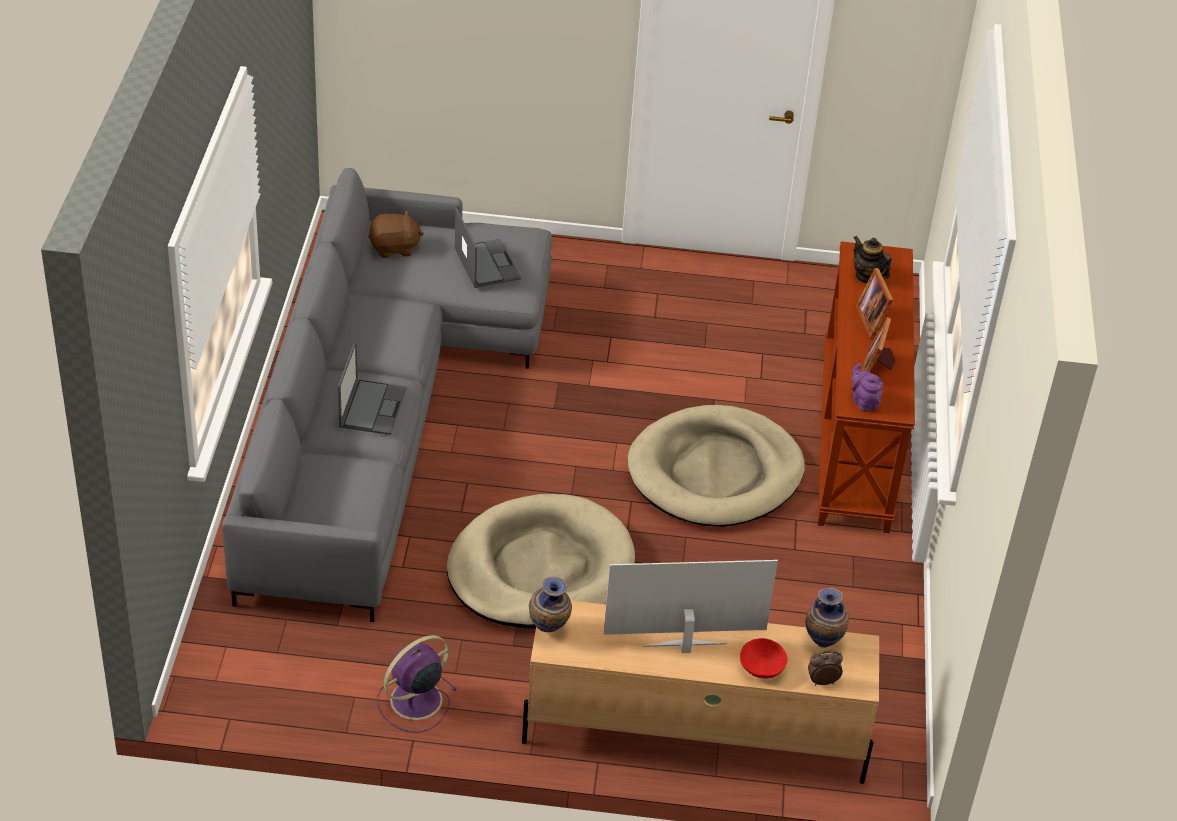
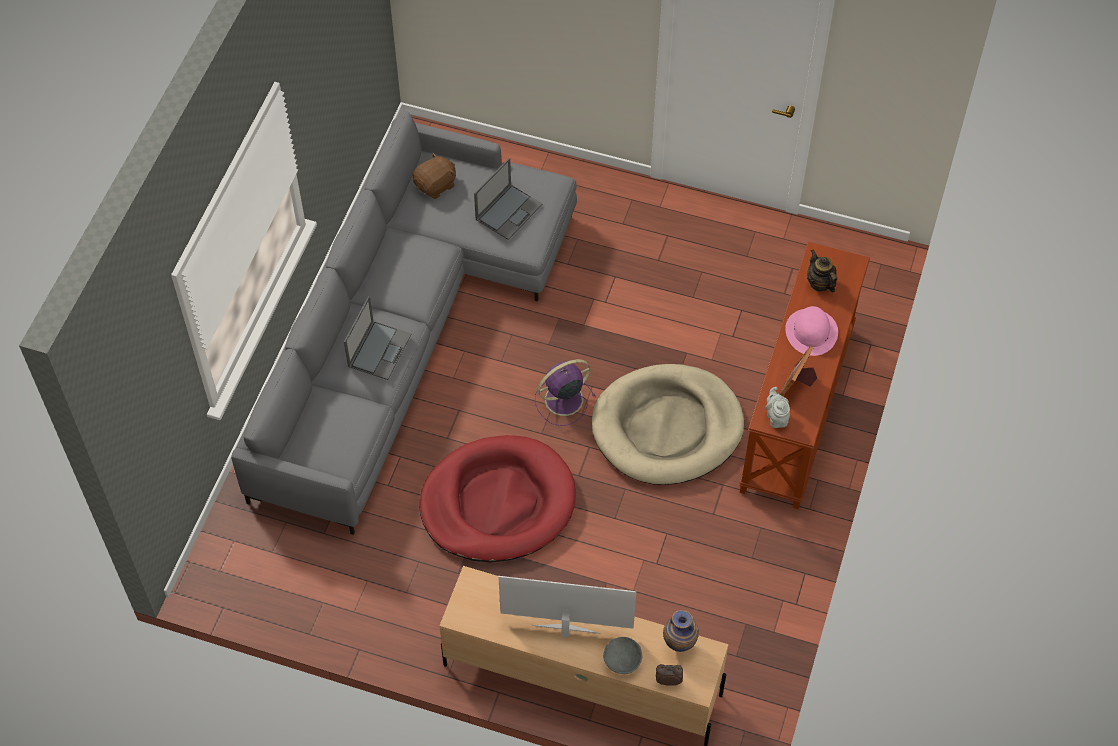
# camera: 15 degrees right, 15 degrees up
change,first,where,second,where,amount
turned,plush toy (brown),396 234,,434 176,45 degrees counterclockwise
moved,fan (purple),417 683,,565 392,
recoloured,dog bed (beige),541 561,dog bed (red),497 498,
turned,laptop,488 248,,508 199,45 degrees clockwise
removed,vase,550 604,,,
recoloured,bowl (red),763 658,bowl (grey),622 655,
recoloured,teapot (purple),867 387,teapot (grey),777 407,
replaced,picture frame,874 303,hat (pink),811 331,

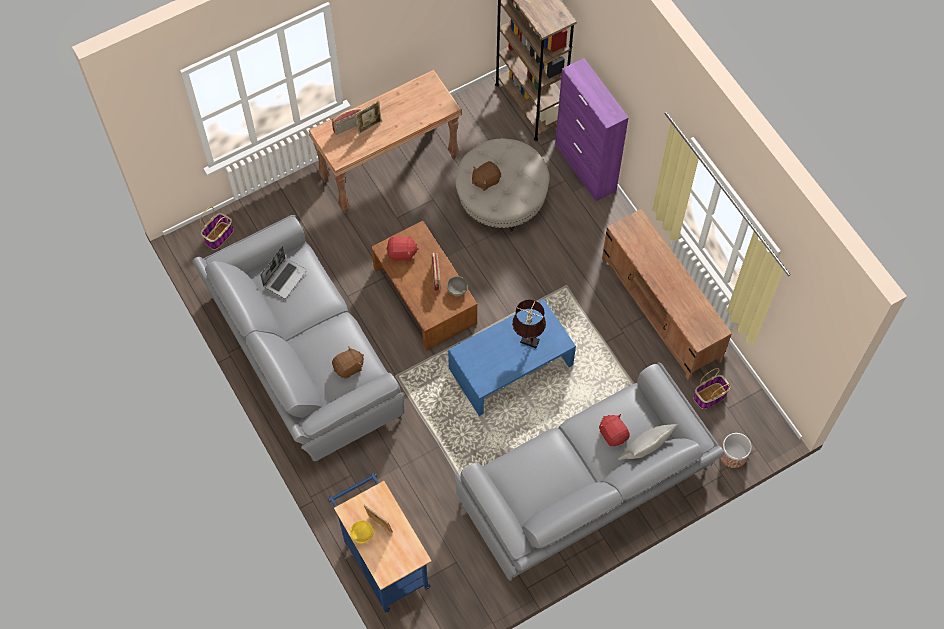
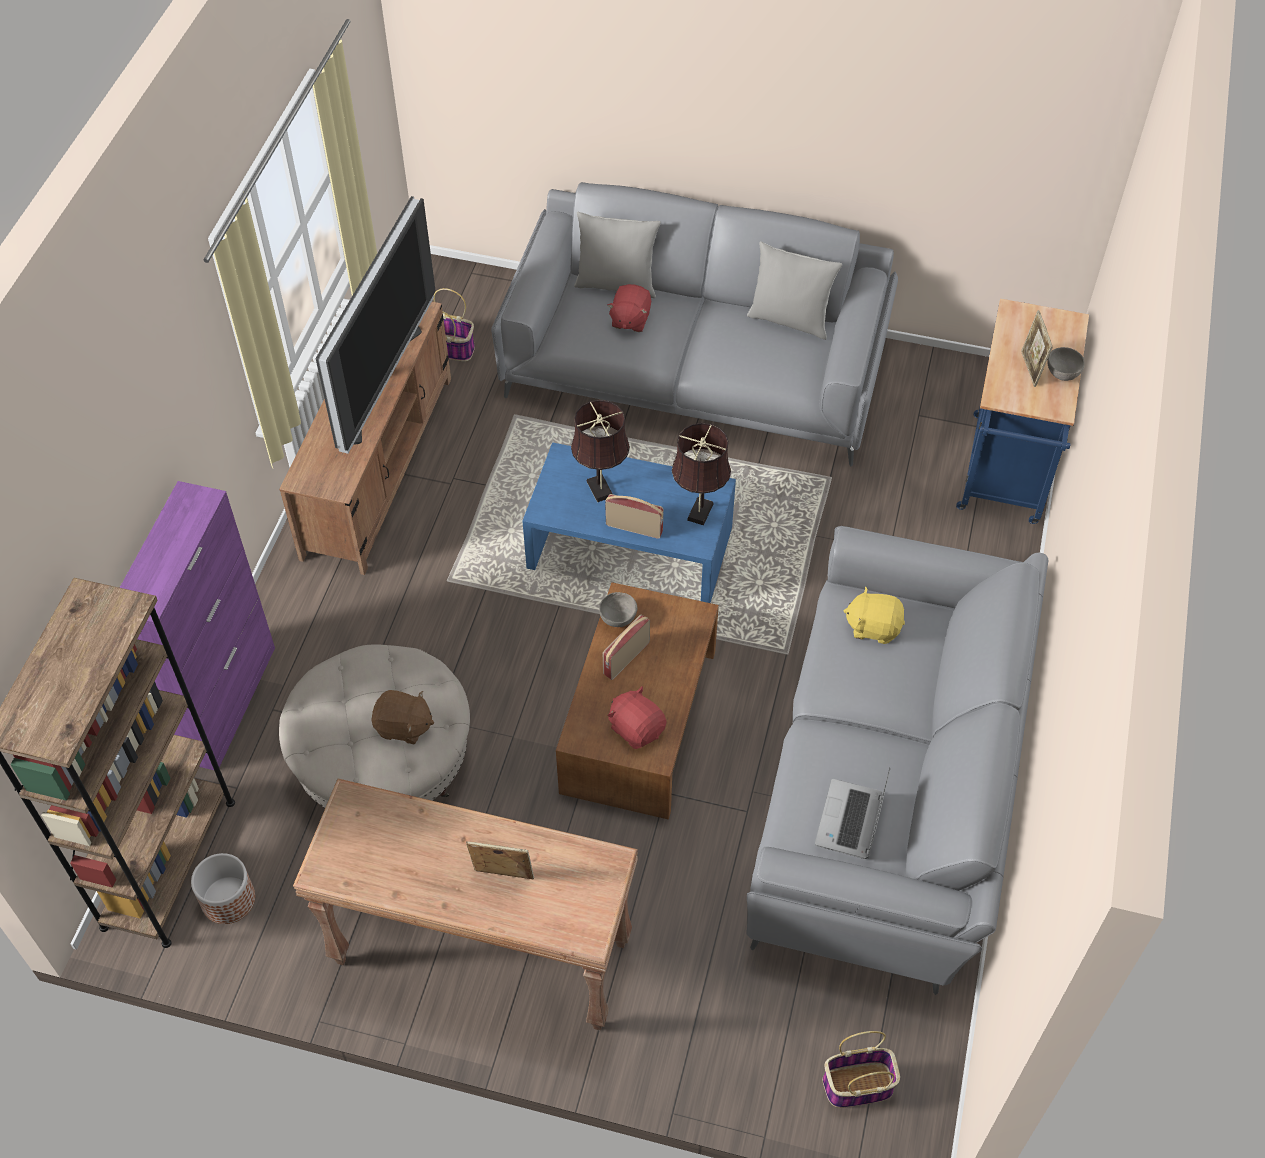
# camera: 135 degrees left, 10 degrees down
change,first,where,second,where,amount
turned,laptop,283 272,,852 813,60 degrees counterclockwise
moved,radio,347 121,,634 516,
recoloured,plush toy (brown),348 362,plush toy (yellow),874 615,
recoloured,bowl (yellow),362 532,bowl (grey),1066 364,
moved,planter,736 450,,223 888,
added,,,television,376 325,
added,,,table lamp (brown),701 474,
added,,,pillow (grey),794 290,

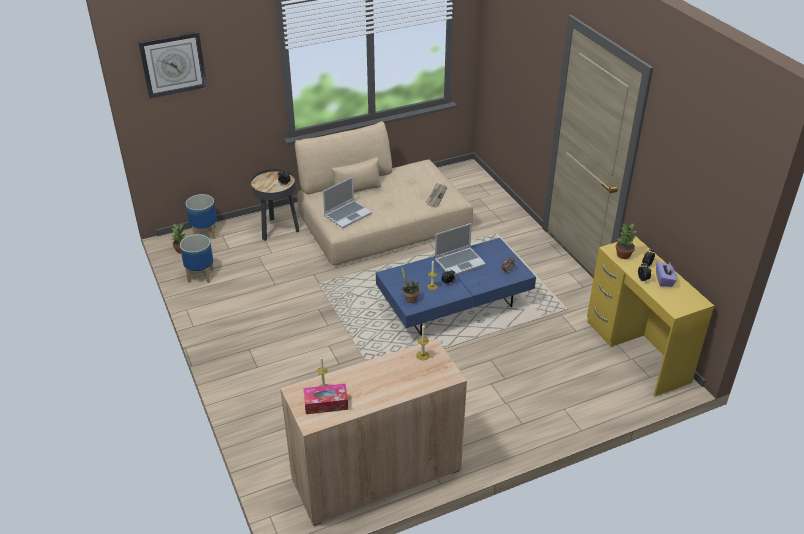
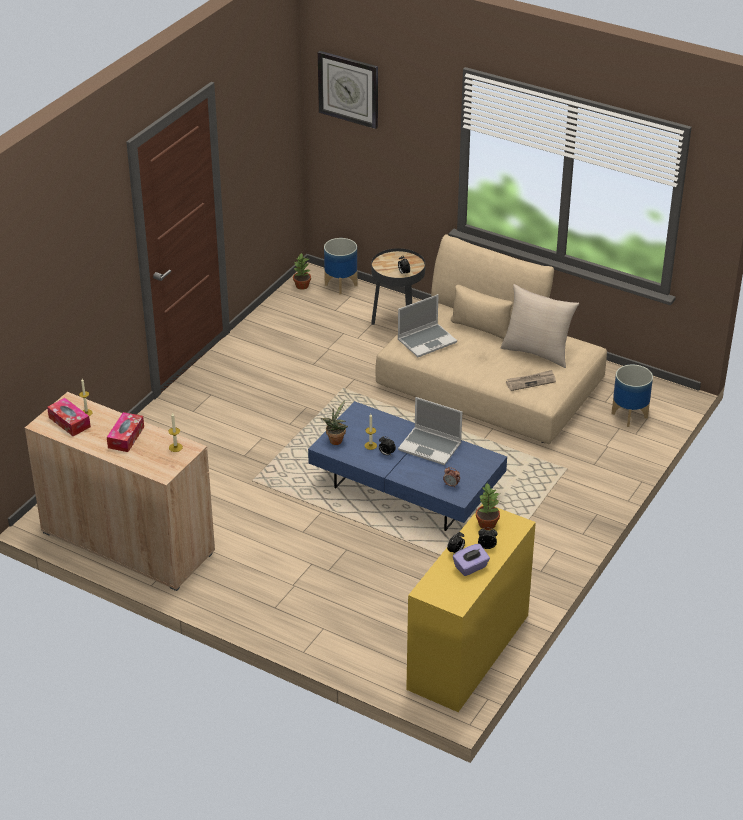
# camera: 55 degrees right, 0 degrees up
change,first,where,second,where,amount
moved,planter,197 258,,632 396,
turned,laptop,347 202,,427 325,45 degrees counterclockwise
added,,,tissue box,125 432,
added,,,pillow (beige),539 326,

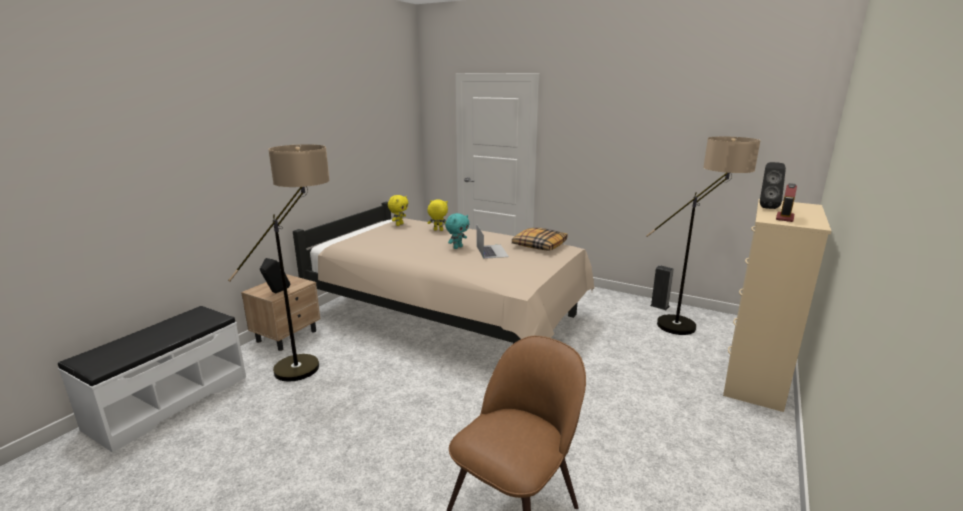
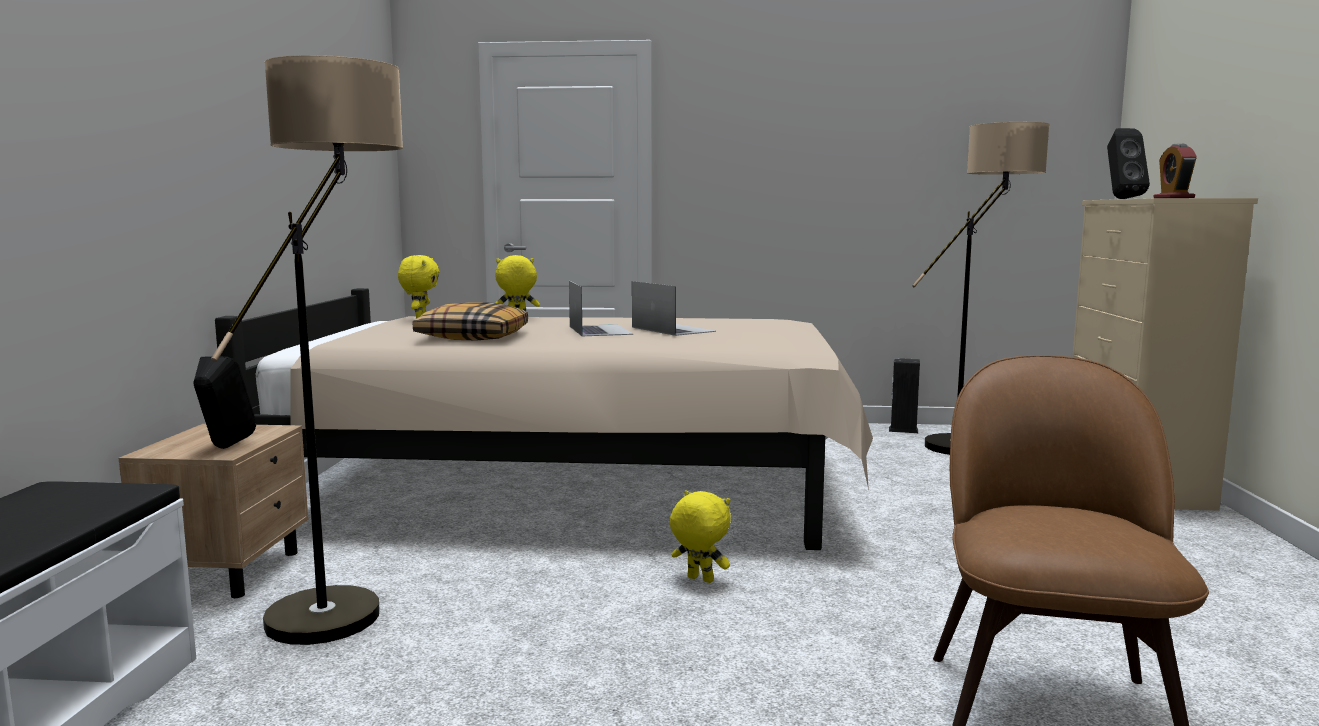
# camera: 25 degrees left, 10 degrees down
change,first,where,second,where,amount
replaced,plush toy (turquoise),457 231,laptop,601 308,
moved,pillow,539 239,,470 321,
added,,,plush toy (yellow),700 536,

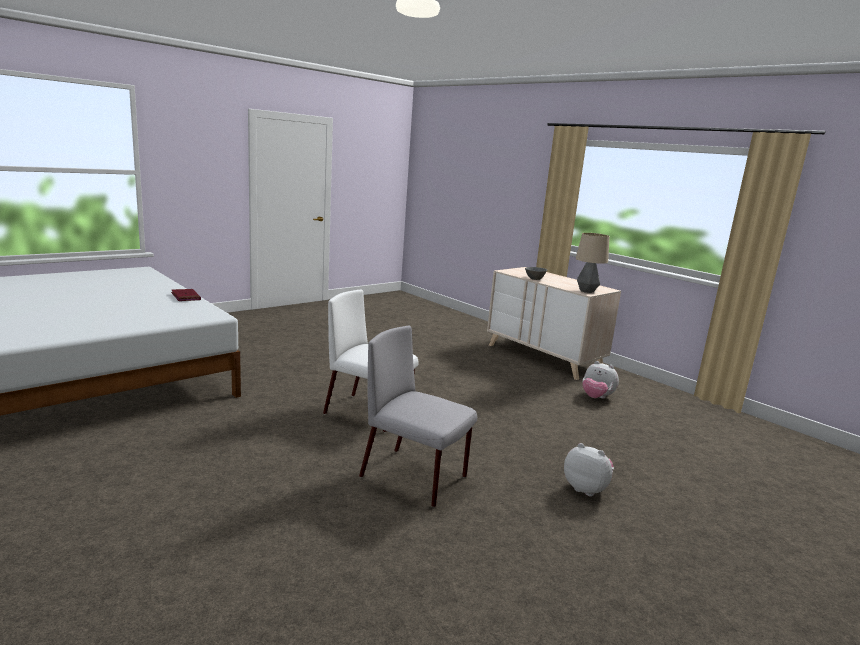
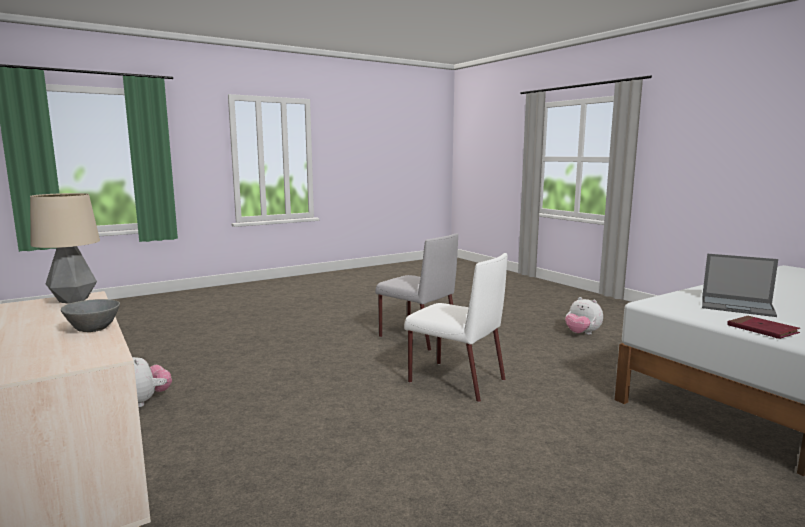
# camera: 170 degrees left, 5 degrees down
change,first,where,second,where,amount
moved,plush toy,589 469,,584 316,
added,,,laptop,740 285,

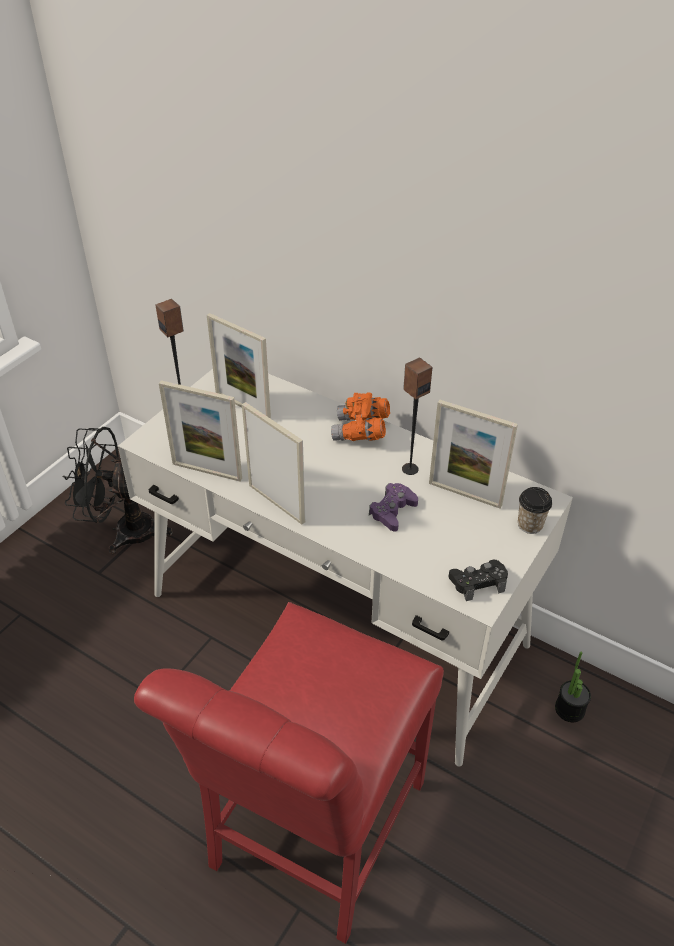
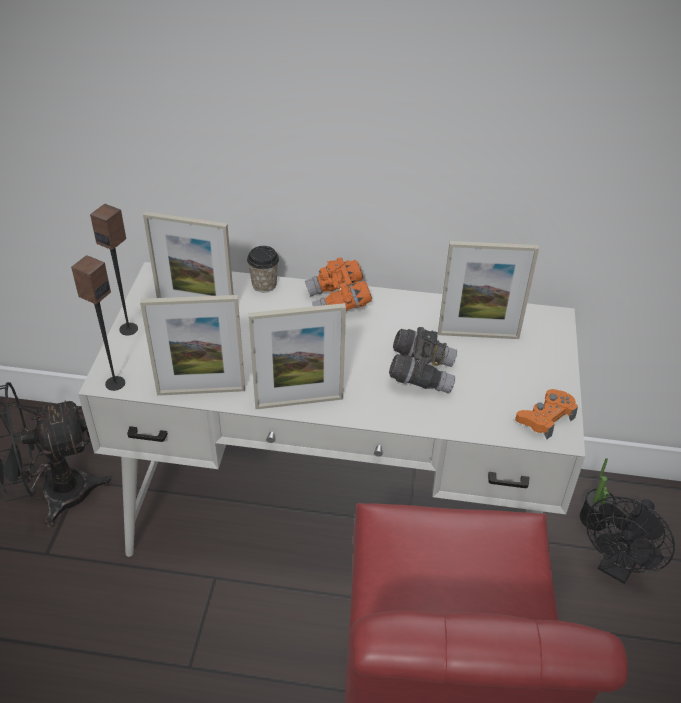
# camera: 25 degrees left, 0 degrees up
change,first,where,second,where,amount
turned,picture frame,273 463,,297 356,150 degrees clockwise
replaced,game controller (purple),393 507,binoculars (grey),423 360,
moved,speaker,417 416,,98 323,
recoloured,game controller (black),478 580,game controller (orange),546 414,
moved,cup,535 510,,263 269,
added,,,fan (black),630 540,

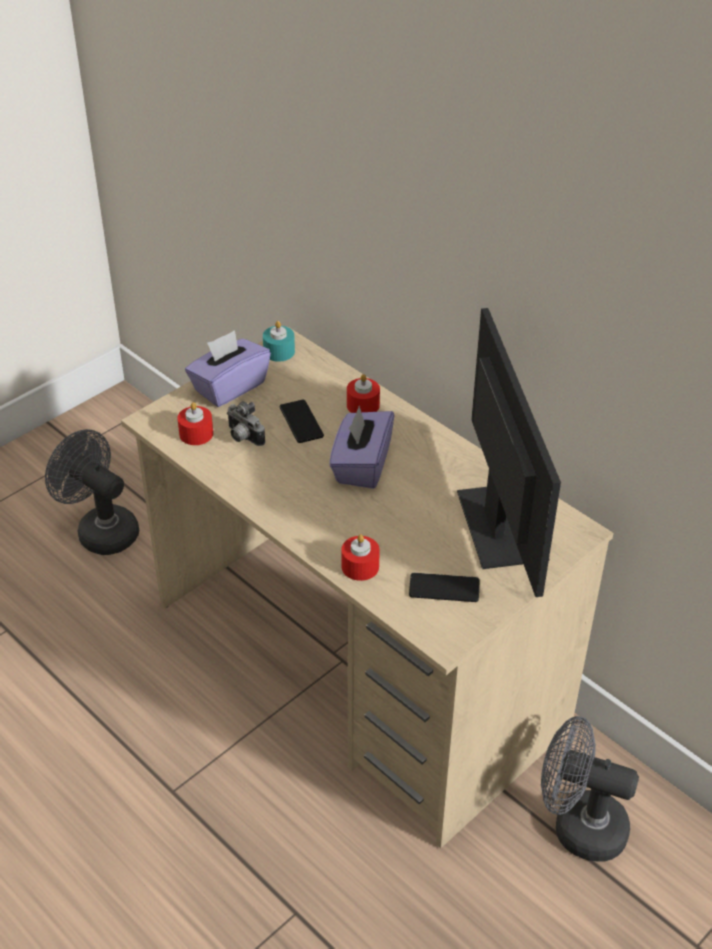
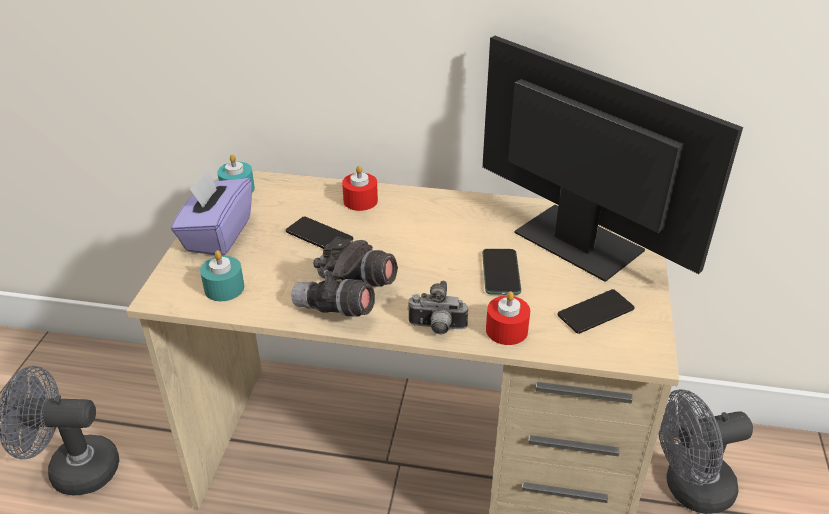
# camera: 35 degrees left, 5 degrees down
change,first,where,second,where,amount
recoloured,candle (red),195 423,candle (turquoise),222 275,
moved,photo camera,246 423,,437 308,
removed,tissue box (purple),362 447,,,
added,,,binoculars (grey),344 276,
added,,,phone,501 272,

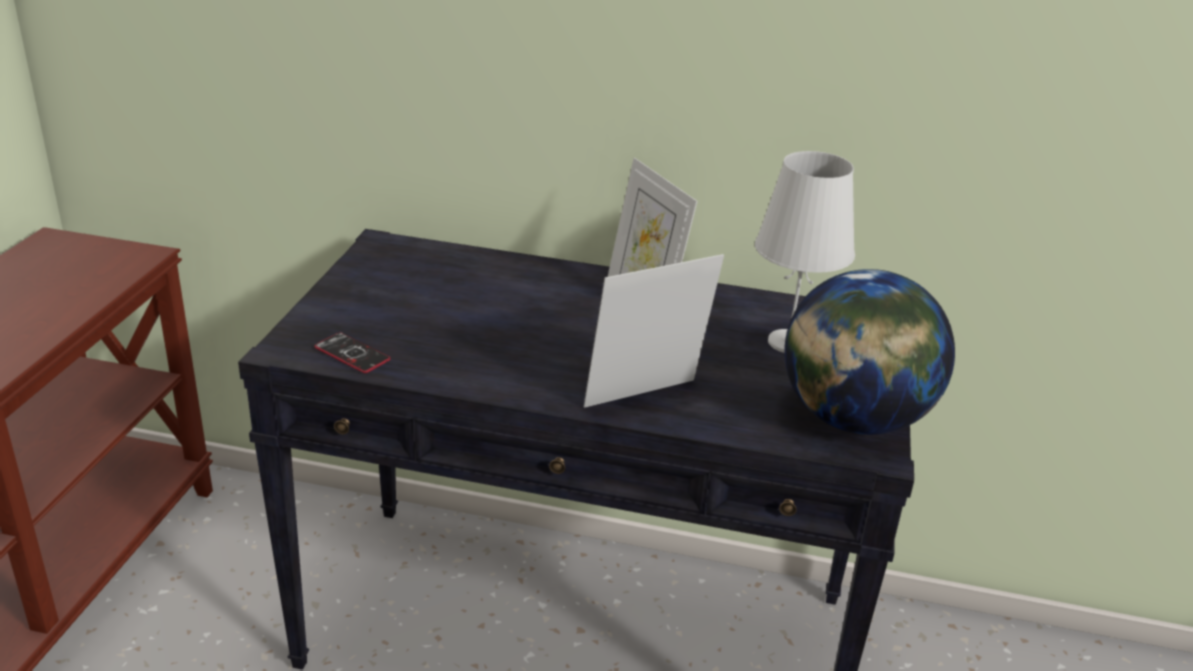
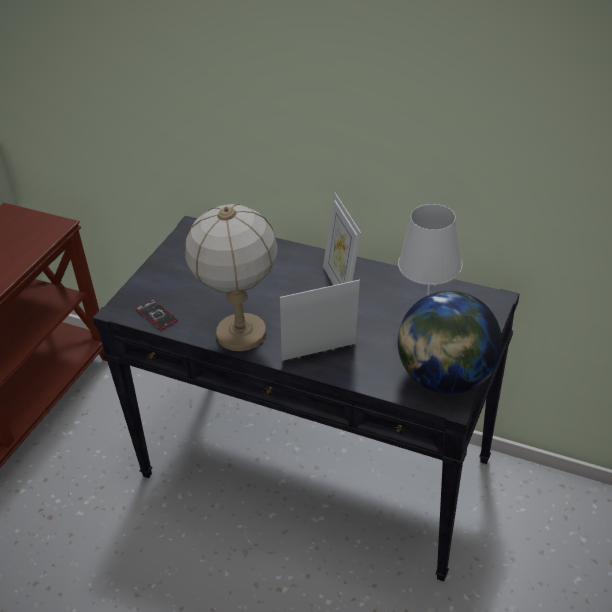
# camera: 15 degrees right, 10 degrees up
change,first,where,second,where,amount
added,,,table lamp,231 277,

